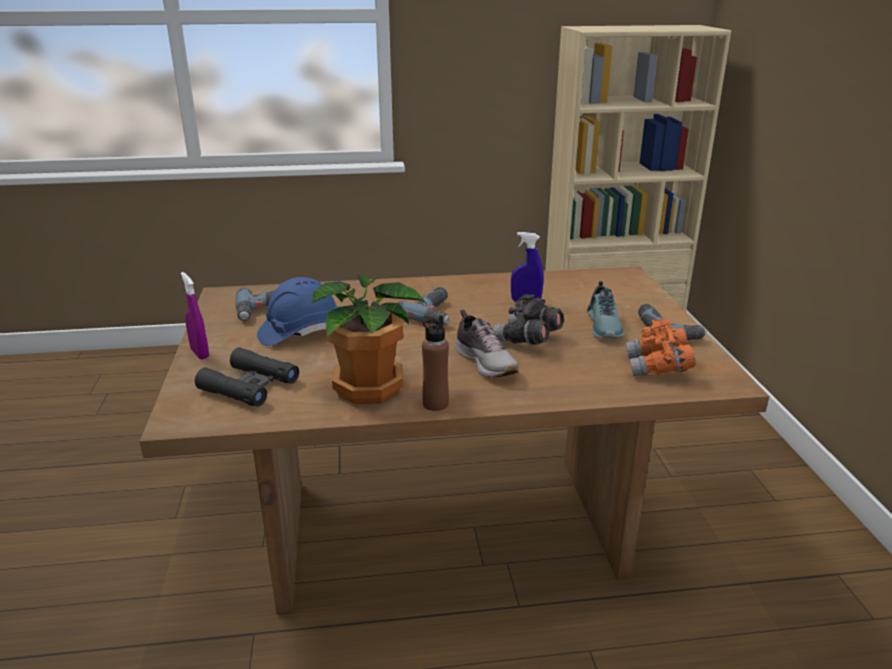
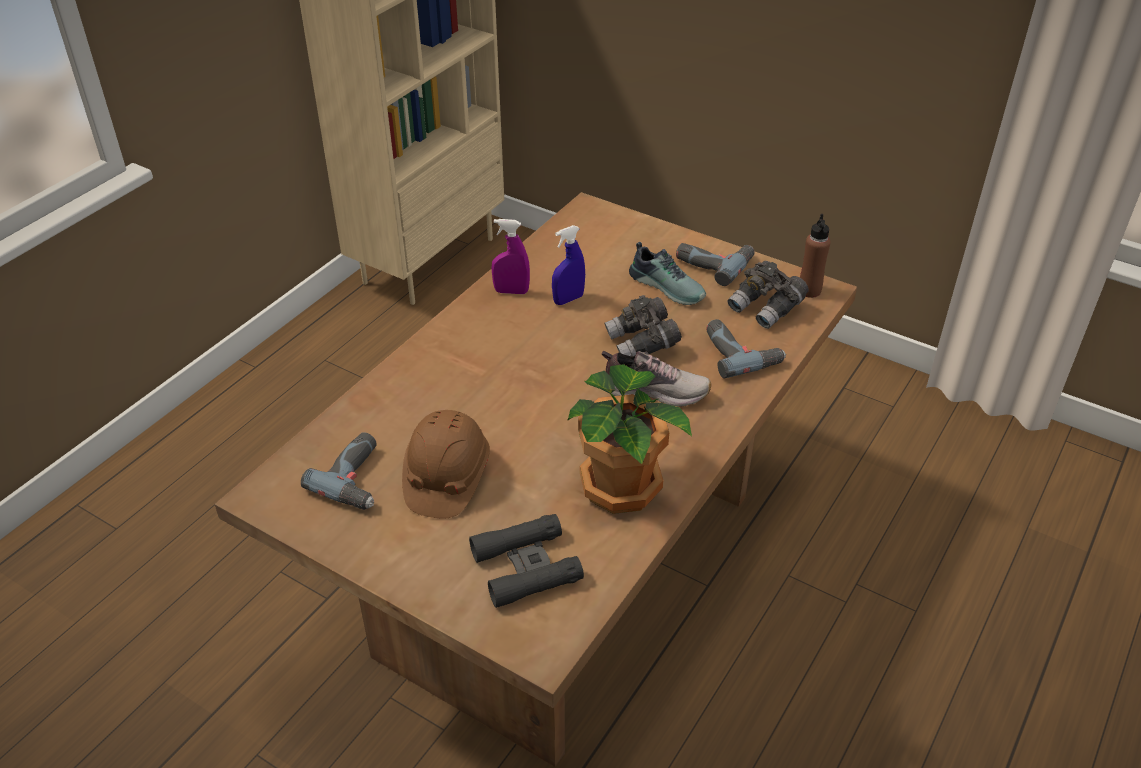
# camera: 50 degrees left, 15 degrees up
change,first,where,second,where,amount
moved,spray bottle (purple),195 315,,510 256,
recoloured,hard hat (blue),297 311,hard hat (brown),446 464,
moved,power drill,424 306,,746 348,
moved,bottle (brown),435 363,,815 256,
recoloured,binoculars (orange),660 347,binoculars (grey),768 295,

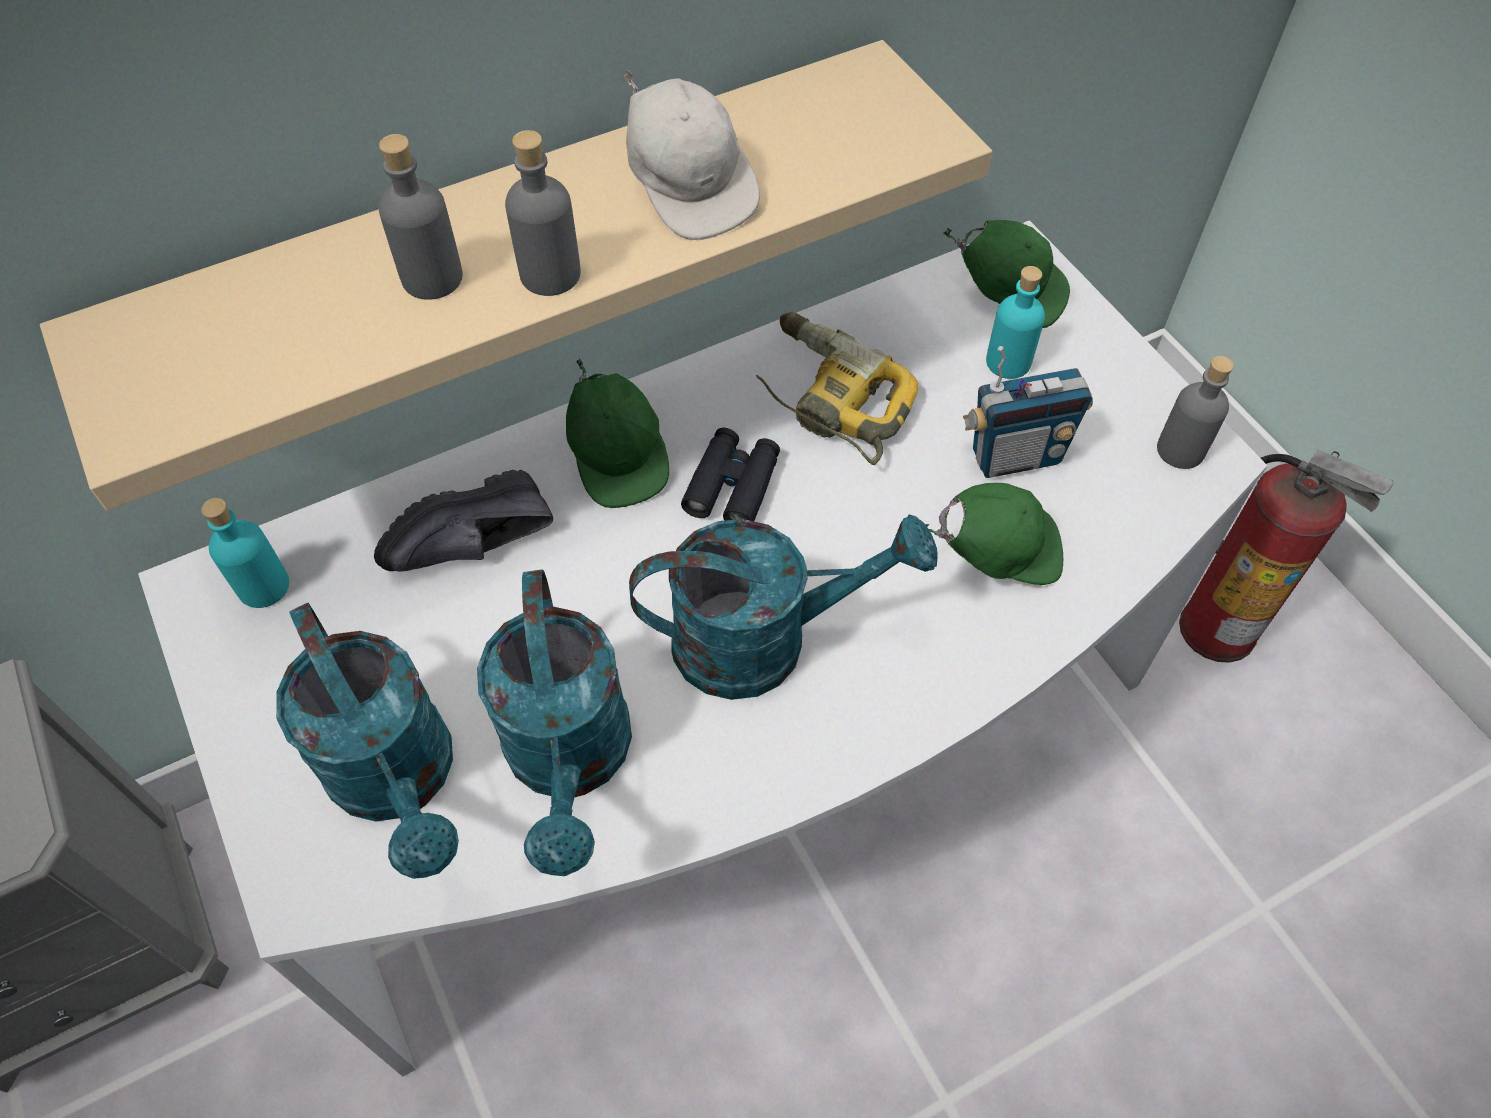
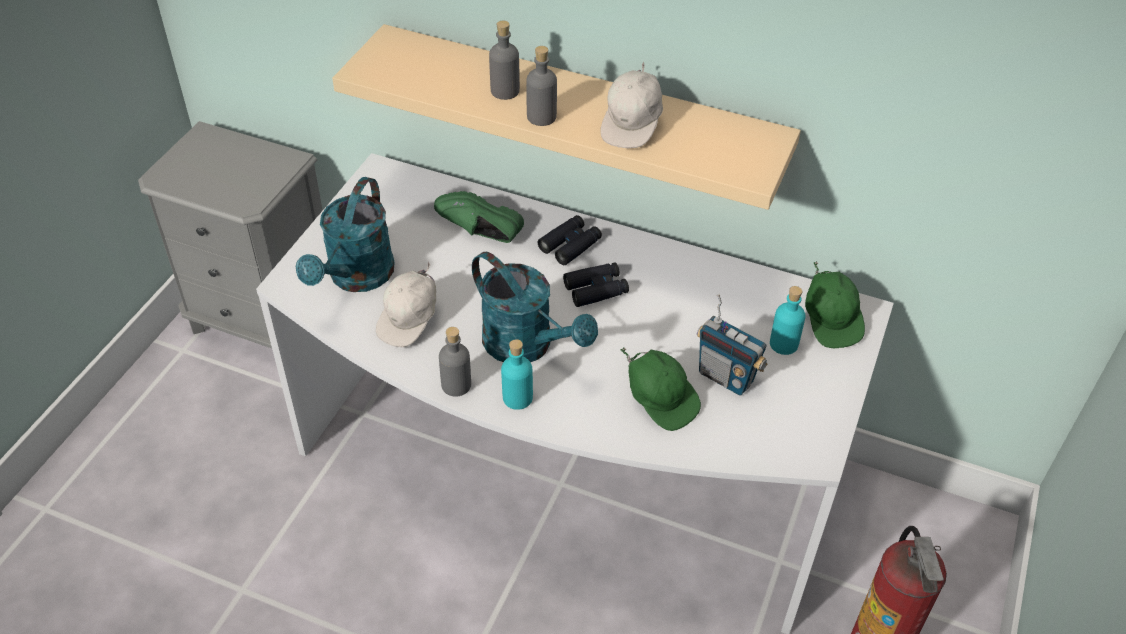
# camera: 50 degrees right, 10 degrees down
change,first,where,second,where,amount
moved,bottle (turquoise),245 553,,517 374,
recoloured,shoe (black),463 521,shoe (green),479 217,
replaced,watering can (turquoise),554 722,cap (white),406 304,
replaced,cap (green),617 433,binoculars (black),569 240,
removed,power drill,837 388,,,
moved,bottle (grey),1195 412,,455 362,

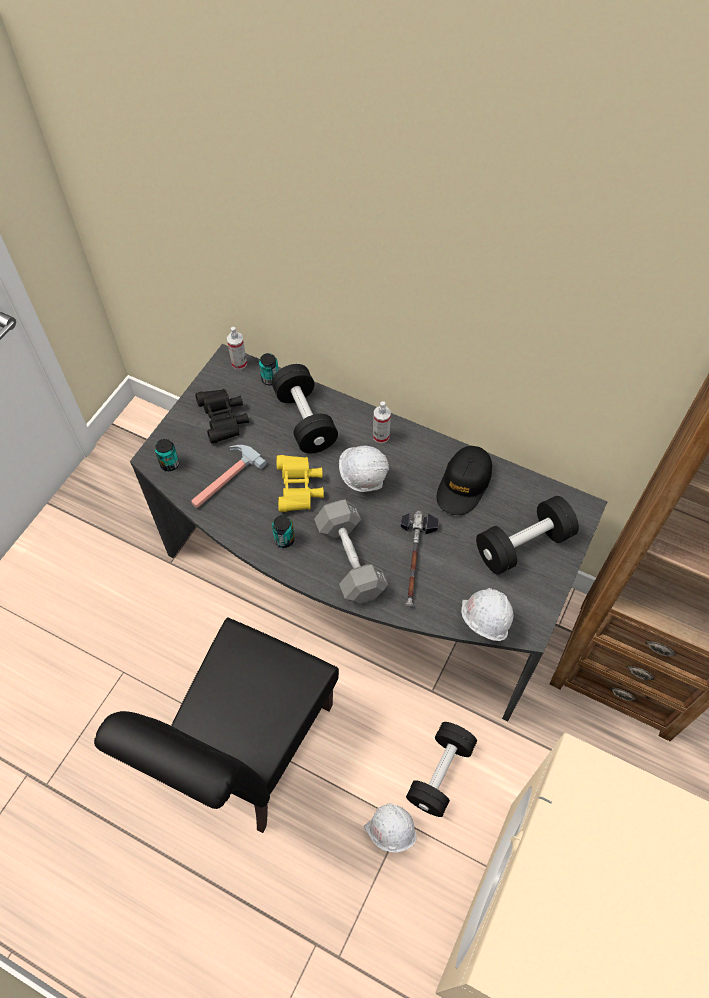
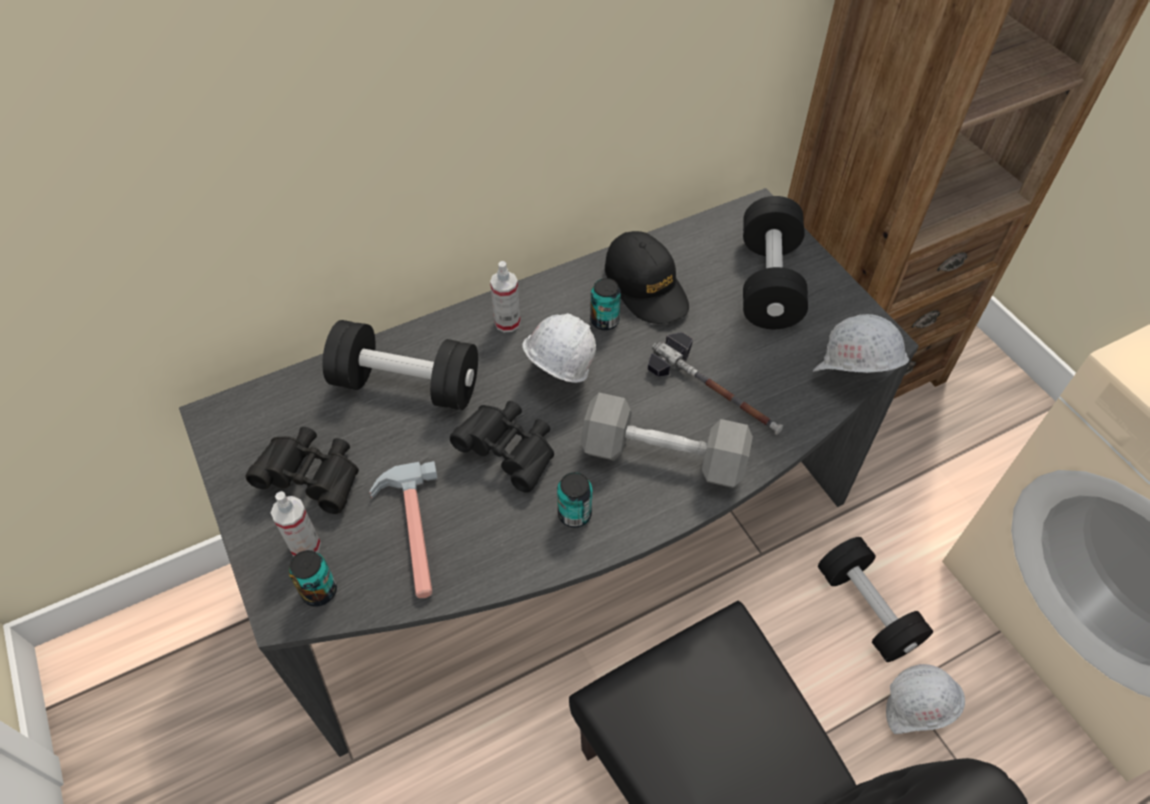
# camera: 55 degrees left, 5 degrees down
change,first,where,second,where,amount
moved,spray bottle,237 348,,296 523,
moved,can,269 369,,605 304,
recoloured,binoculars (yellow),300 483,binoculars (black),502 447,

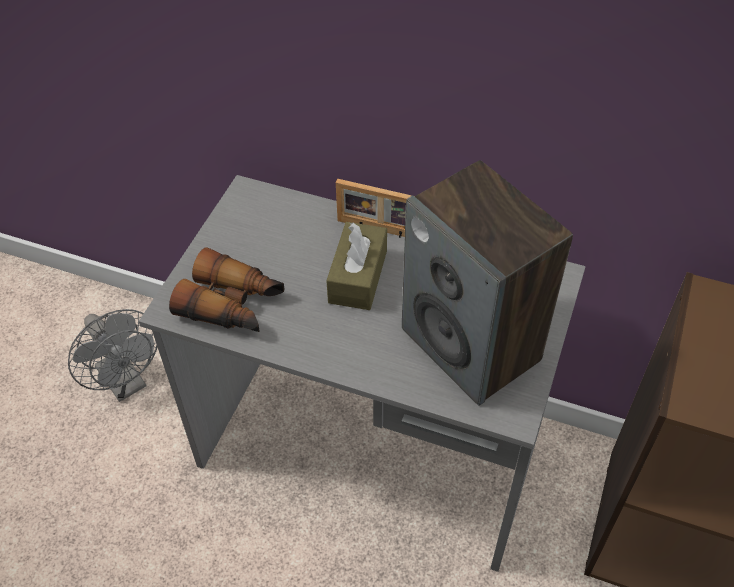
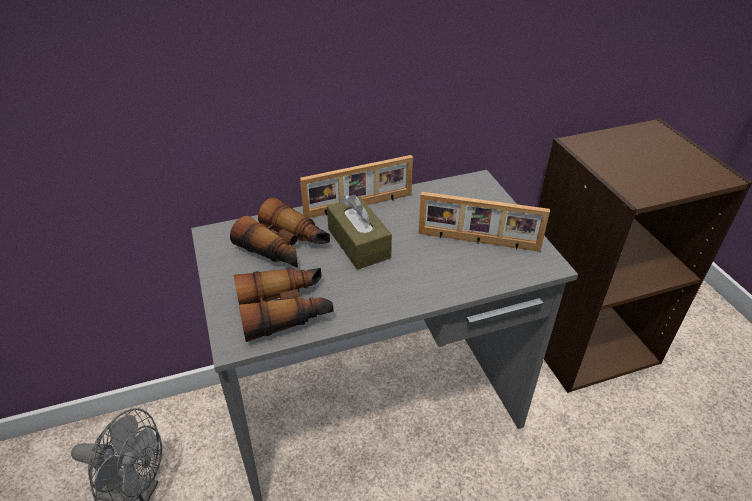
# camera: 40 degrees left, 10 degrees down
change,first,where,second,where,amount
replaced,speaker,487 282,picture frame,484 222,
added,,,binoculars,280 232,

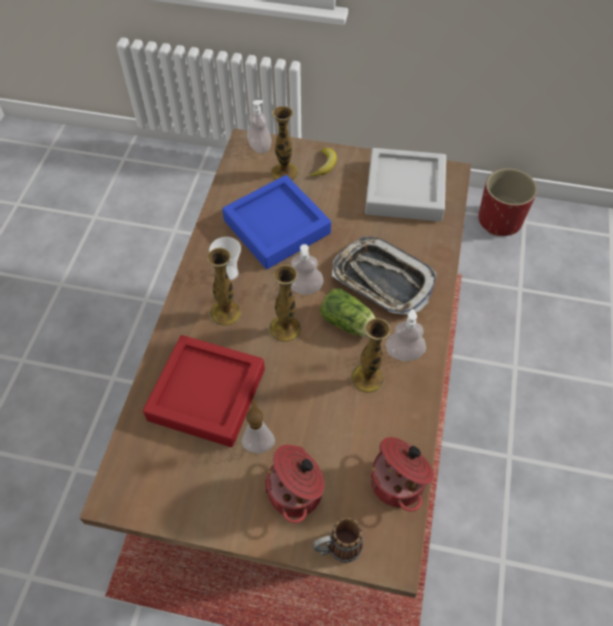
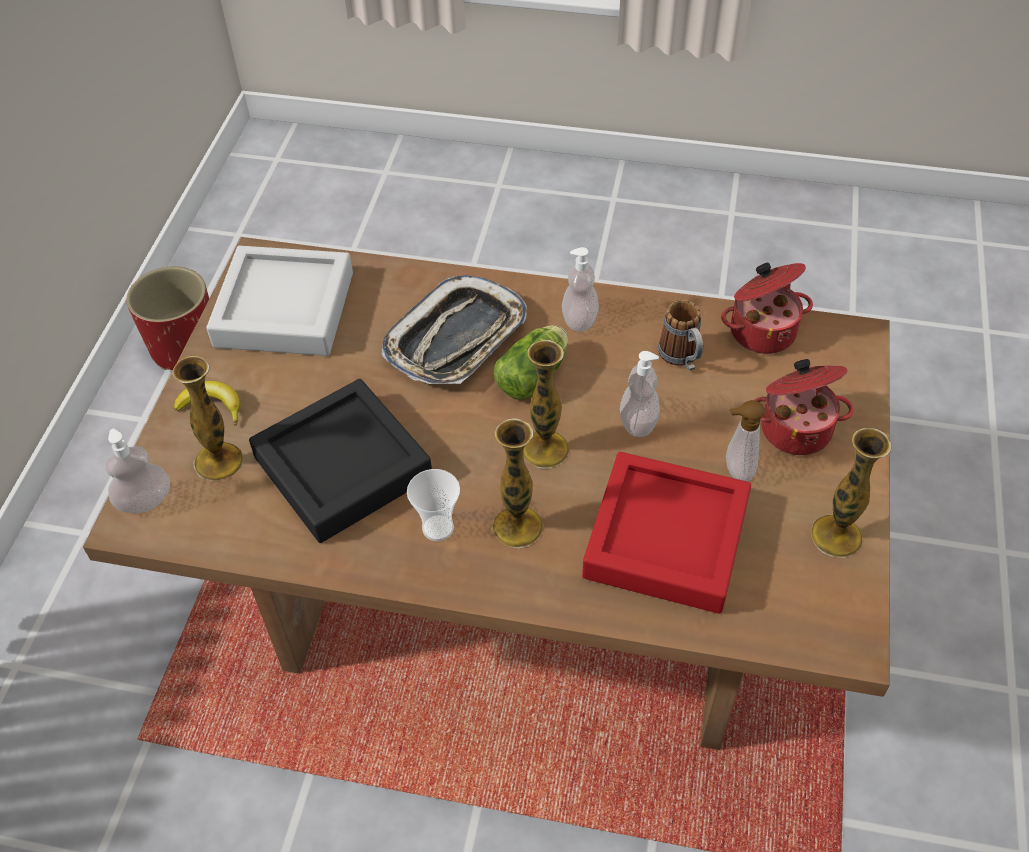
# camera: 90 degrees left, 5 degrees down
change,first,where,second,where,amount
recoloured,tray (blue),276 222,tray (black),340 461,
moved,soap dispenser,307 269,,640 394,
moved,mug,338 540,,680 335,
moved,vase,370 355,,851 493,

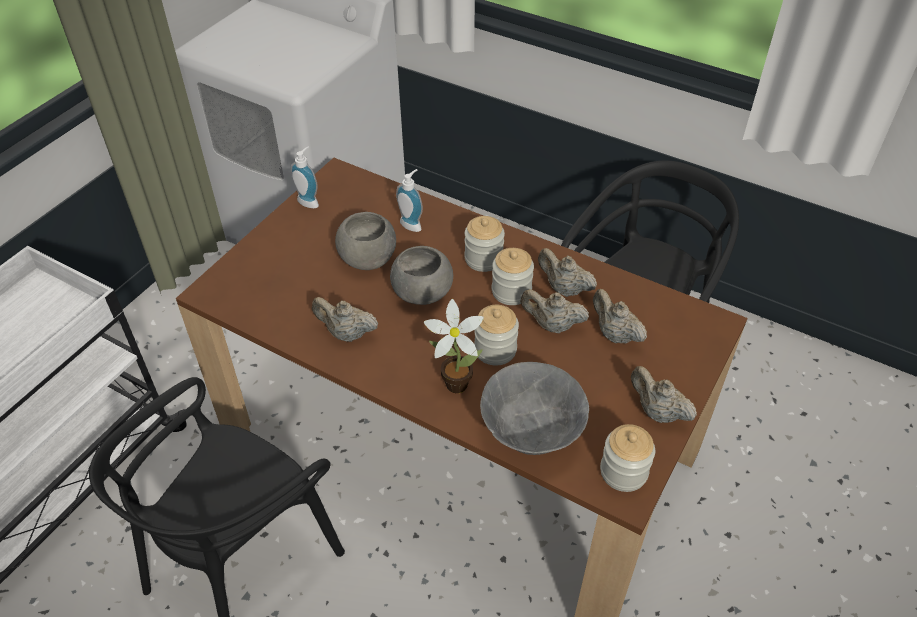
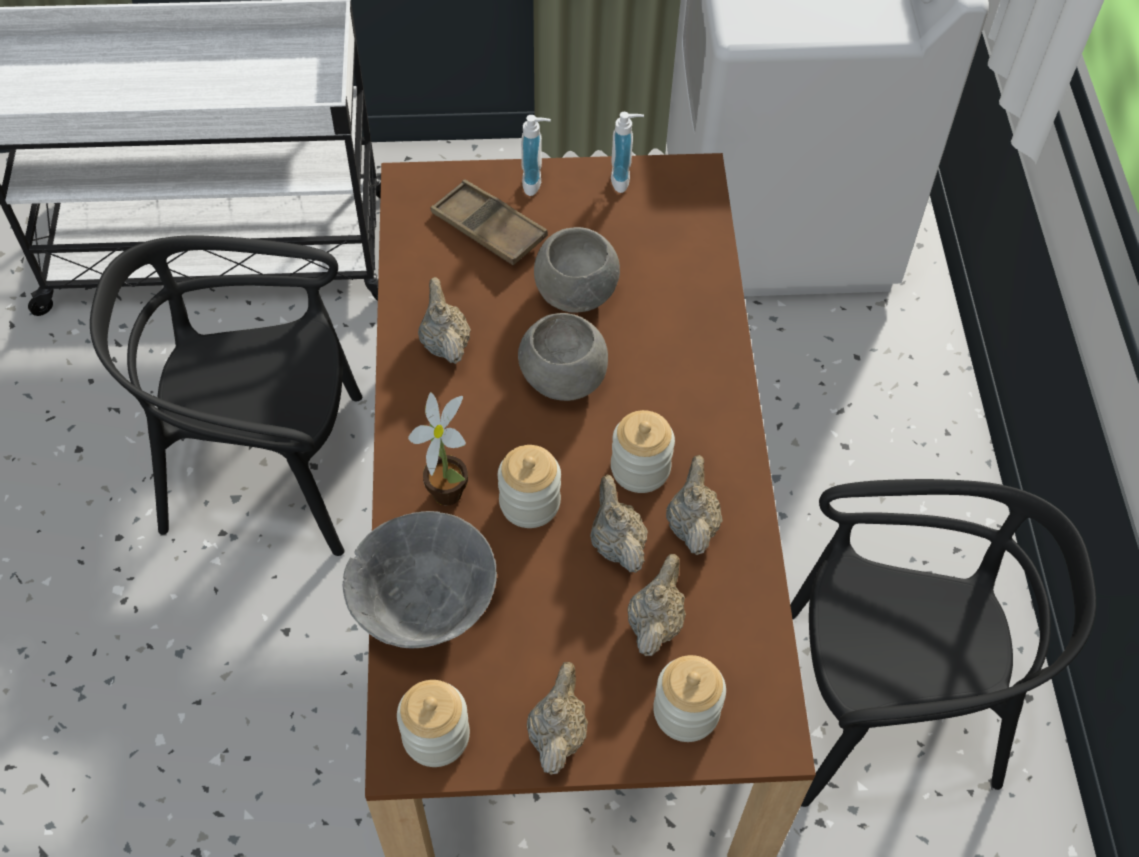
# camera: 55 degrees right, 10 degrees up
change,first,where,second,where,amount
moved,soap dispenser,409 200,,536 155,
moved,jar,484 244,,689 698,
added,,,tray (brown),489 222,

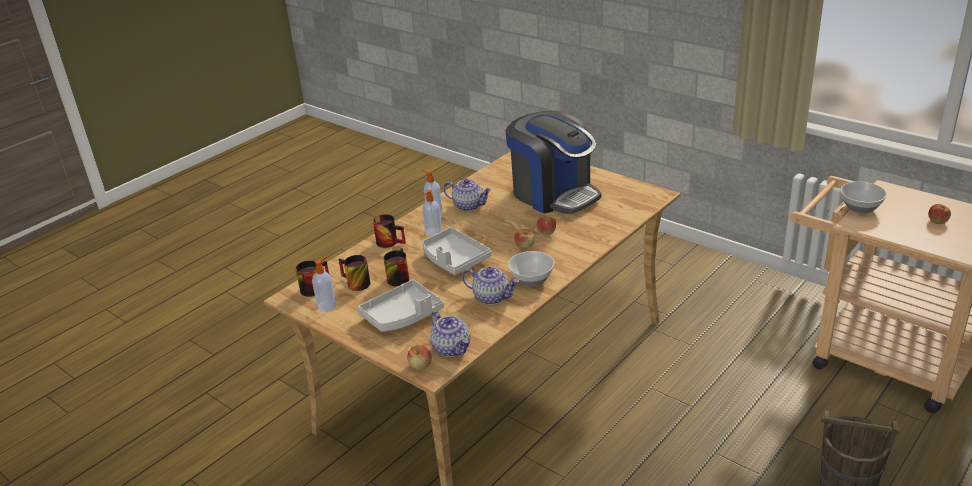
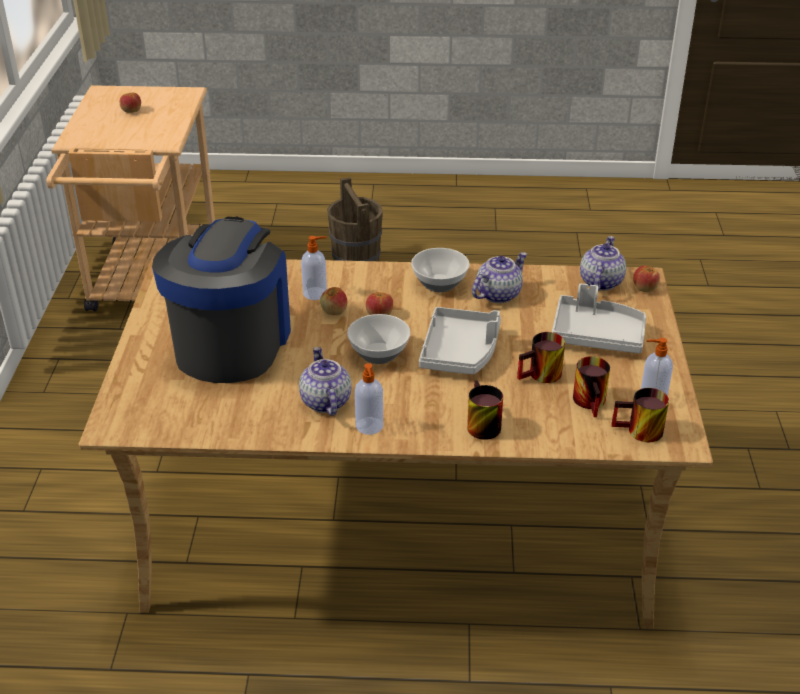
# camera: 130 degrees left, 5 degrees up
change,first,where,second,where,amount
moved,soap dispenser,432 213,,314 268,
turned,teapot,490 286,,499 277,60 degrees clockwise
moved,bowl,863 197,,379 339,

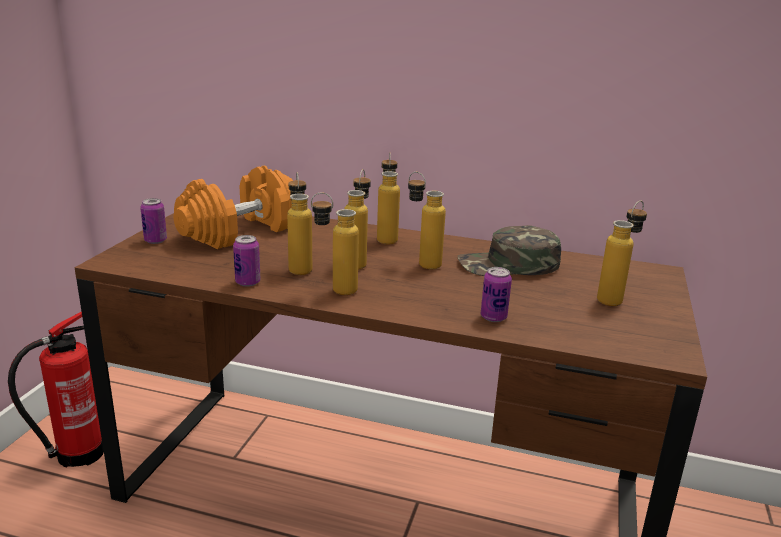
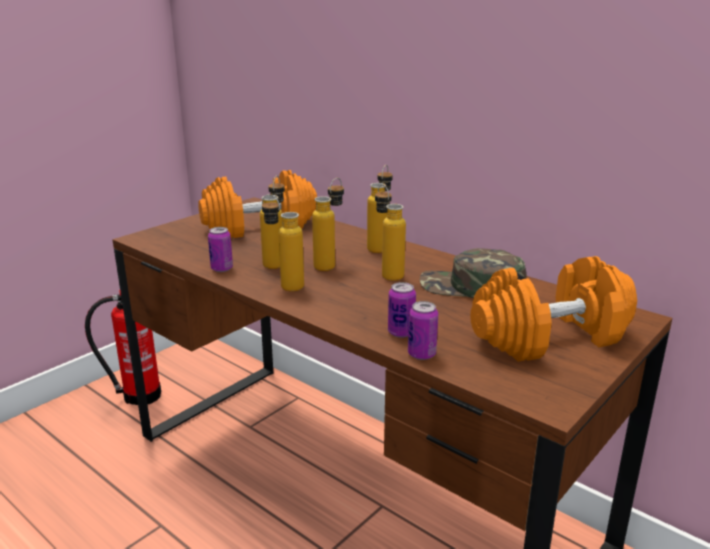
# camera: 25 degrees right, 0 degrees up
change,first,where,second,where,amount
moved,can,153 221,,423 330,
replaced,bottle,622 253,dumbbell (orange),553 309,

